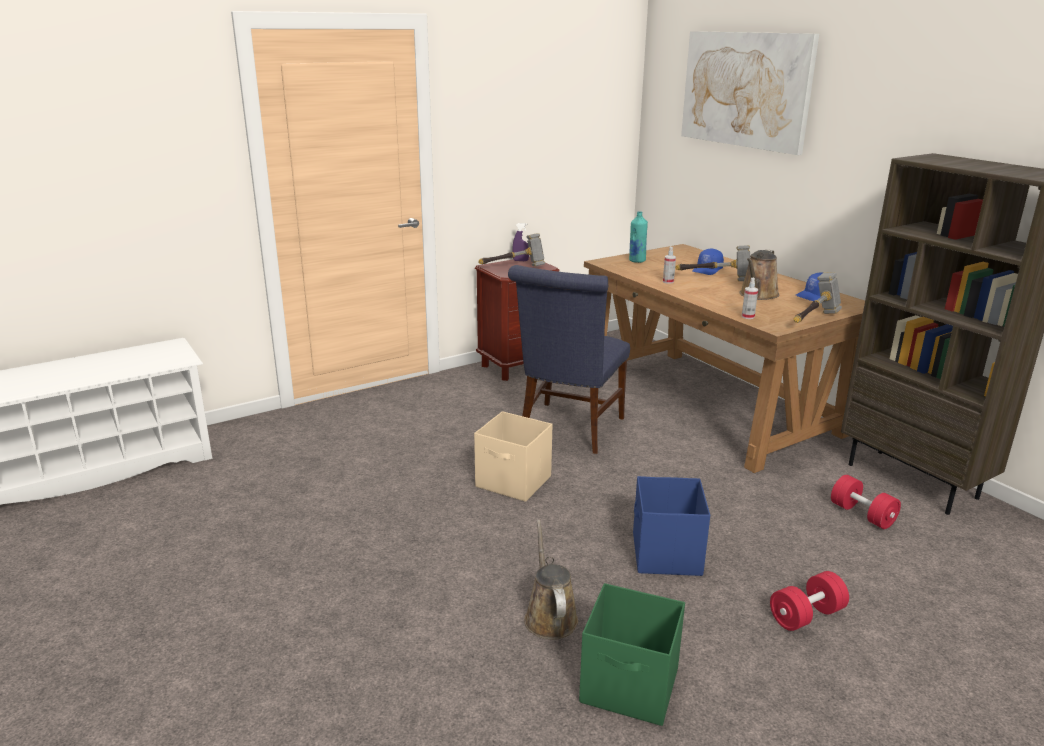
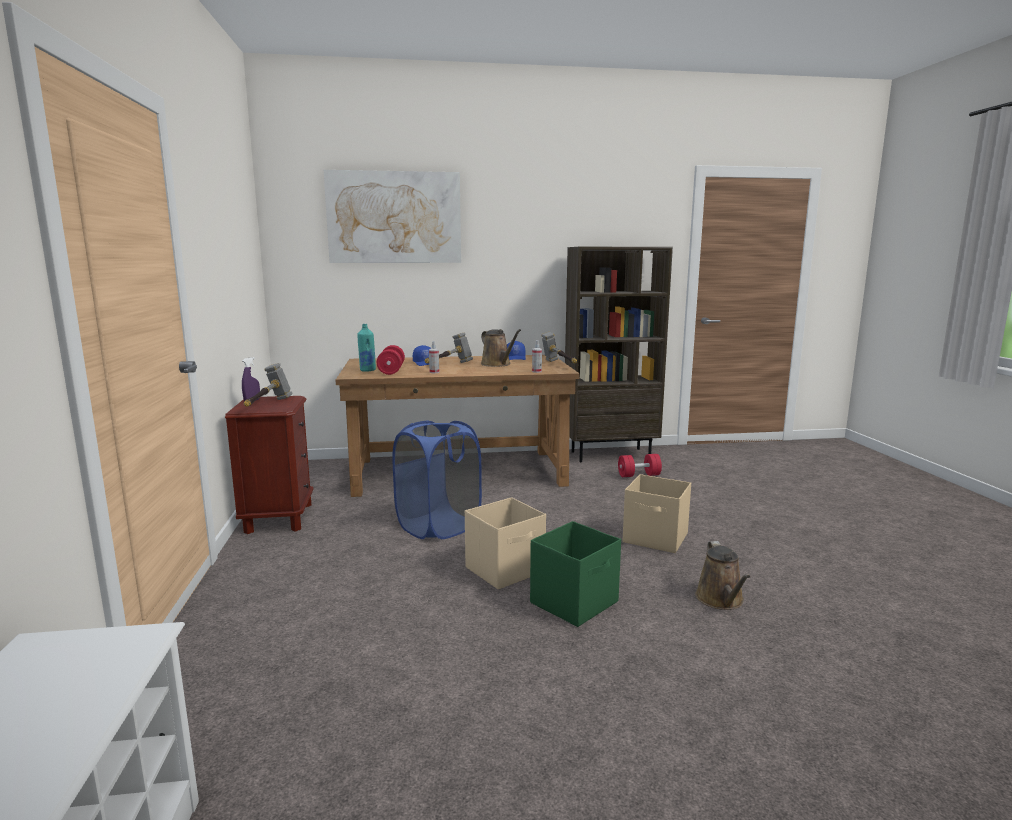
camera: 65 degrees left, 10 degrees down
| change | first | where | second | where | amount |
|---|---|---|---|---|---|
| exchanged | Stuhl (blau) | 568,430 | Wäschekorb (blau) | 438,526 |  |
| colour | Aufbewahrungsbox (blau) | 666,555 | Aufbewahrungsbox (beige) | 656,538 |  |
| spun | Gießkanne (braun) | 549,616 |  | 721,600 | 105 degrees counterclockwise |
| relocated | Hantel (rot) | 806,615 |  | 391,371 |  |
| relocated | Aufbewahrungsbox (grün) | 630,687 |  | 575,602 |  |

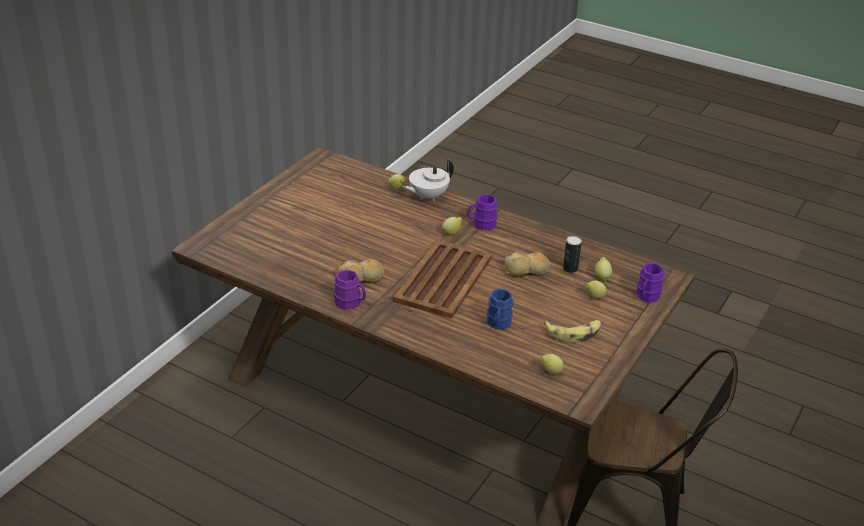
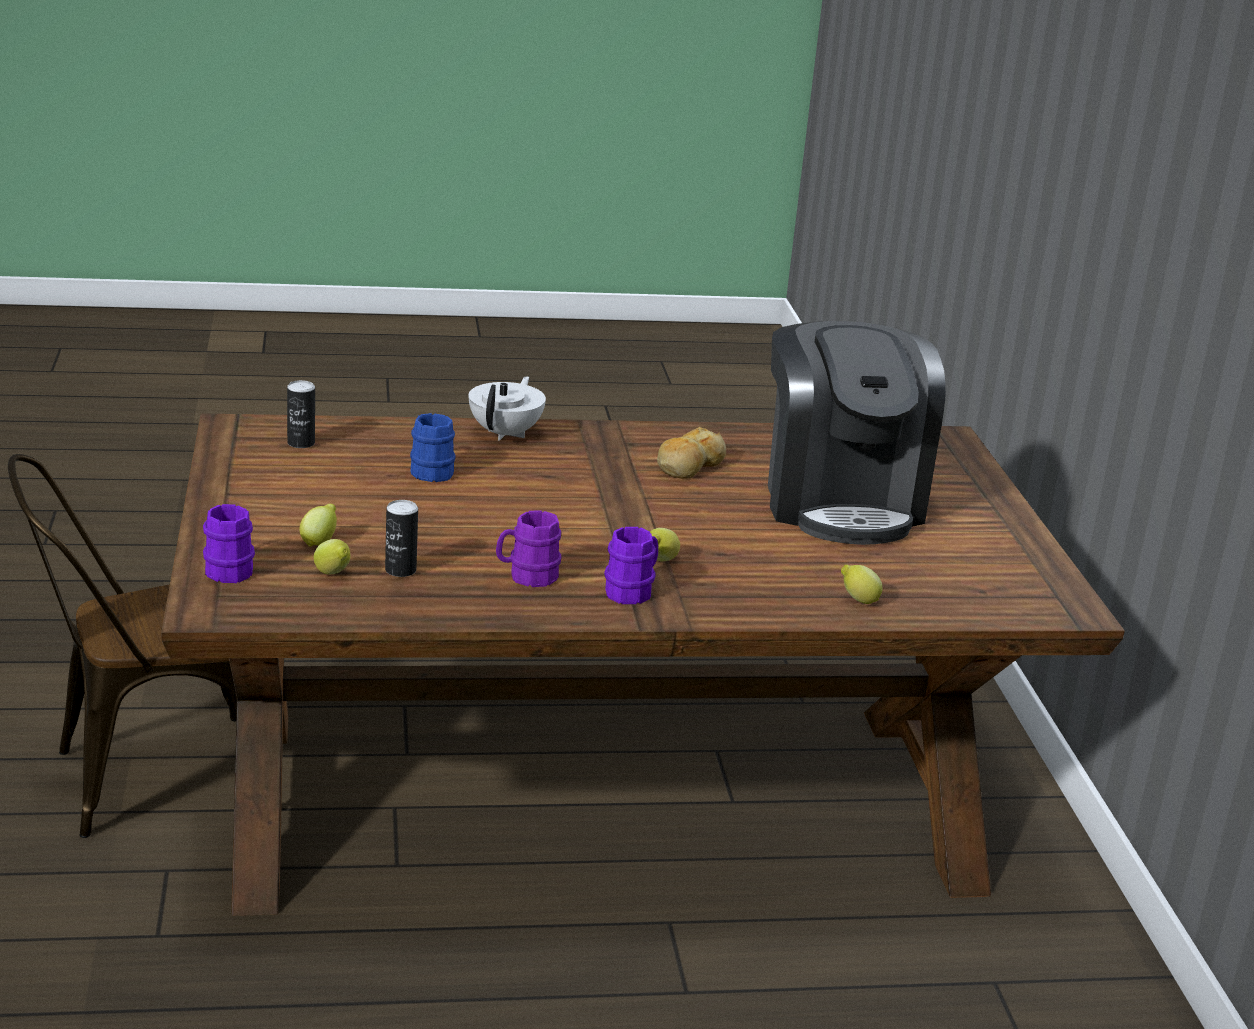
camera: 140 degrees right, 10 degrees down
| change | first | where | second | where | amount |
|---|---|---|---|---|---|
| relocated | Teekanne (weiß) | 428,196 |  | 506,433 |  |
| missing | Tablett (braun) | 444,279 |  |  |  |
| missing | Brot | 526,270 |  |  |  |
| relocated | Henkelbecher (lila) | 350,303 |  | 527,576 |  |
| missing | Banane | 574,333 |  |  |  |
| exchanged | Zitrone | 550,371 | Dose | 301,443 |  |
| appeared |  |  | Kaffeemaschine | 840,501 |  |

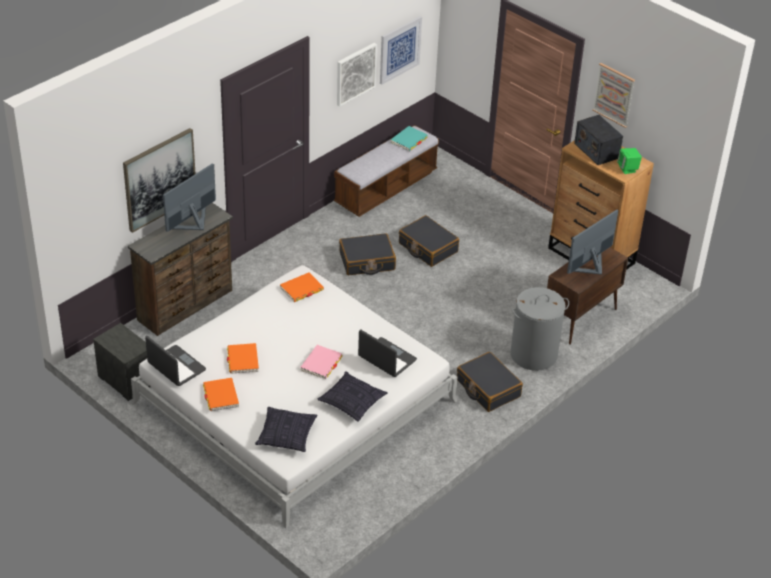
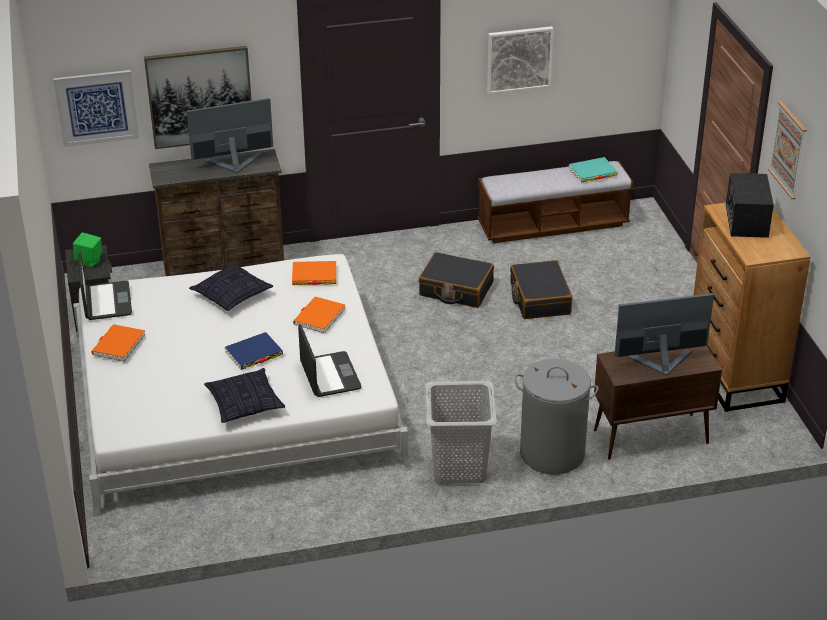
camera: 35 degrees right, 5 degrees down
| change | first | where | second | where | amount |
|---|---|---|---|---|---|
| relocated | Bild | 399,49 |  | 96,107 |  |
| relocated | Lautsprecher (grün) | 627,169 |  | 89,261 |  |
| relocated | Buch (orange) | 243,360 |  | 319,317 |  |
| colour | Buch (rosa) | 321,363 | Buch (blau) | 254,353 |  |
| exchanged | Koffer (schwarz) | 488,388 | Wäschekorb (grau) | 459,468 |  |
| relocated | Kissen | 286,436 |  | 231,296 |  |

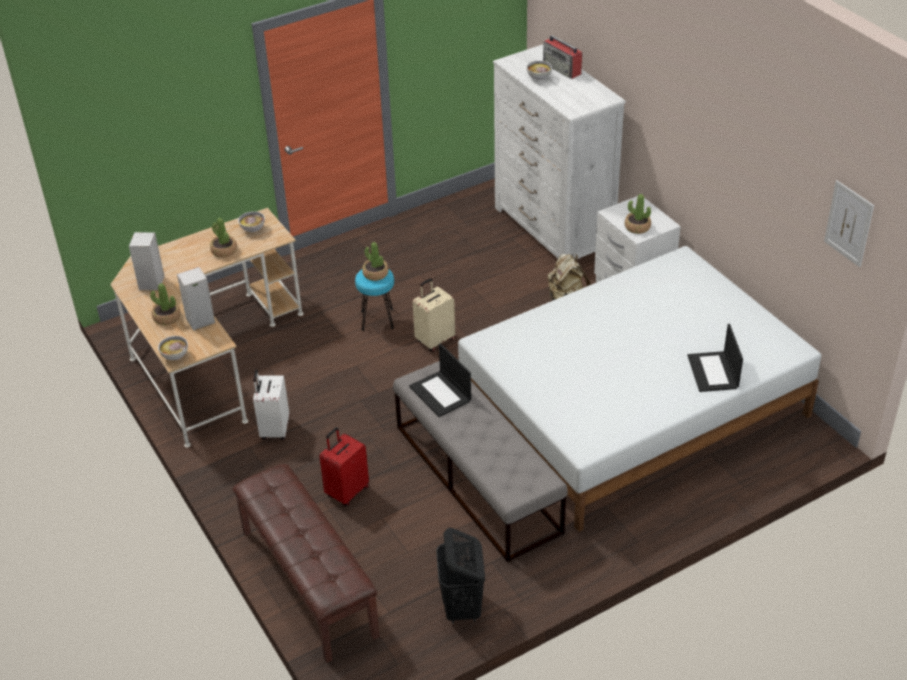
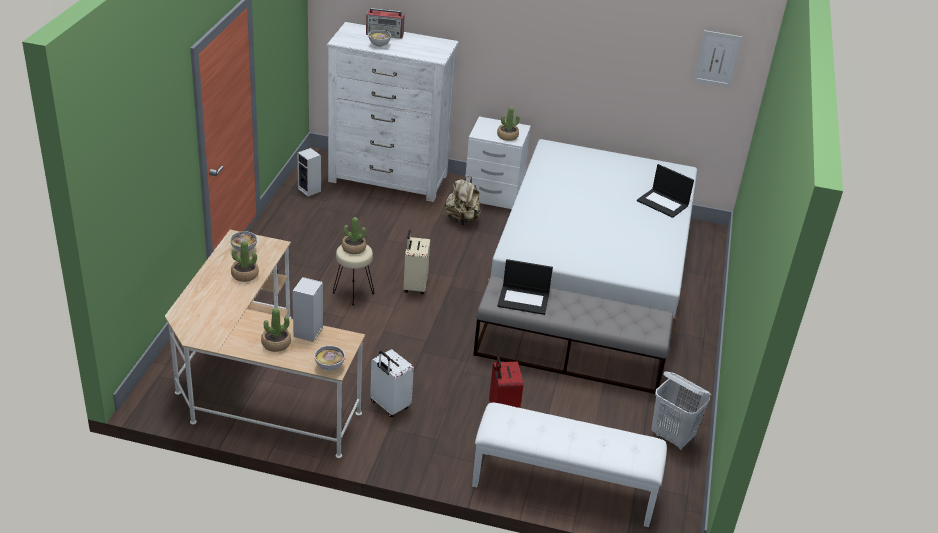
camera: 50 degrees left, 5 degrees down
| change | first | where | second | where | amount |
|---|---|---|---|---|---|
| relocated | Lautsprecher | 152,284 |  | 310,190 |  |
| colour | Hocker (türkis) | 378,319 | Hocker (beige) | 353,293 |  |
| colour | Bank (braun) | 307,582 | Bank (weiß) | 563,488 |  |
| colour | Wäschekorb (schwarz) | 462,607 | Wäschekorb (weiß) | 672,437 |  |

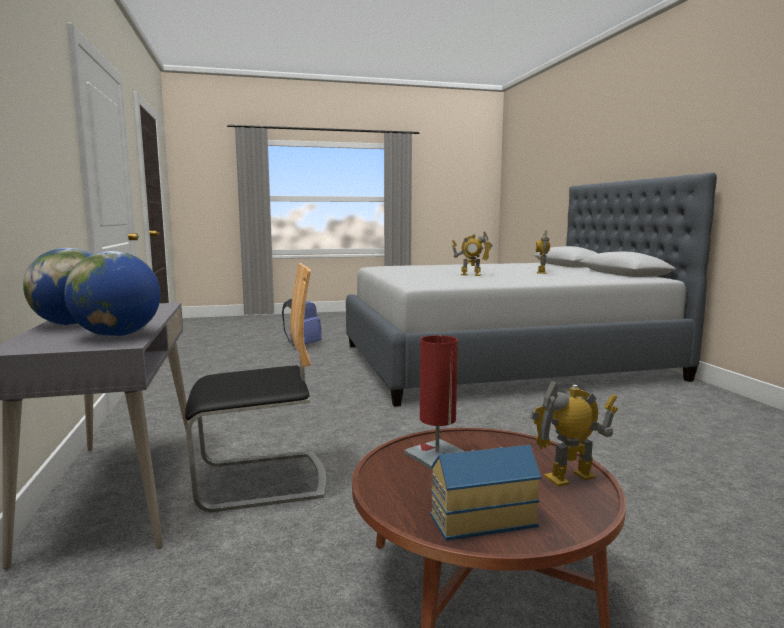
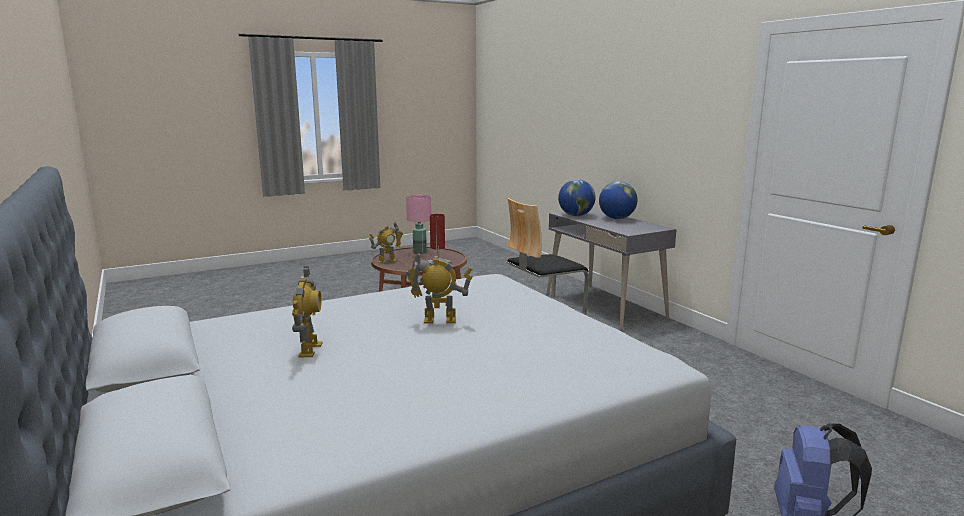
camera: 165 degrees right, 5 degrees up
| change | first | where | second | where | amount |
|---|---|---|---|---|---|
| exchanged | Spielzeughaus | 480,517 | Tischlampe (rosa) | 420,252 |  |

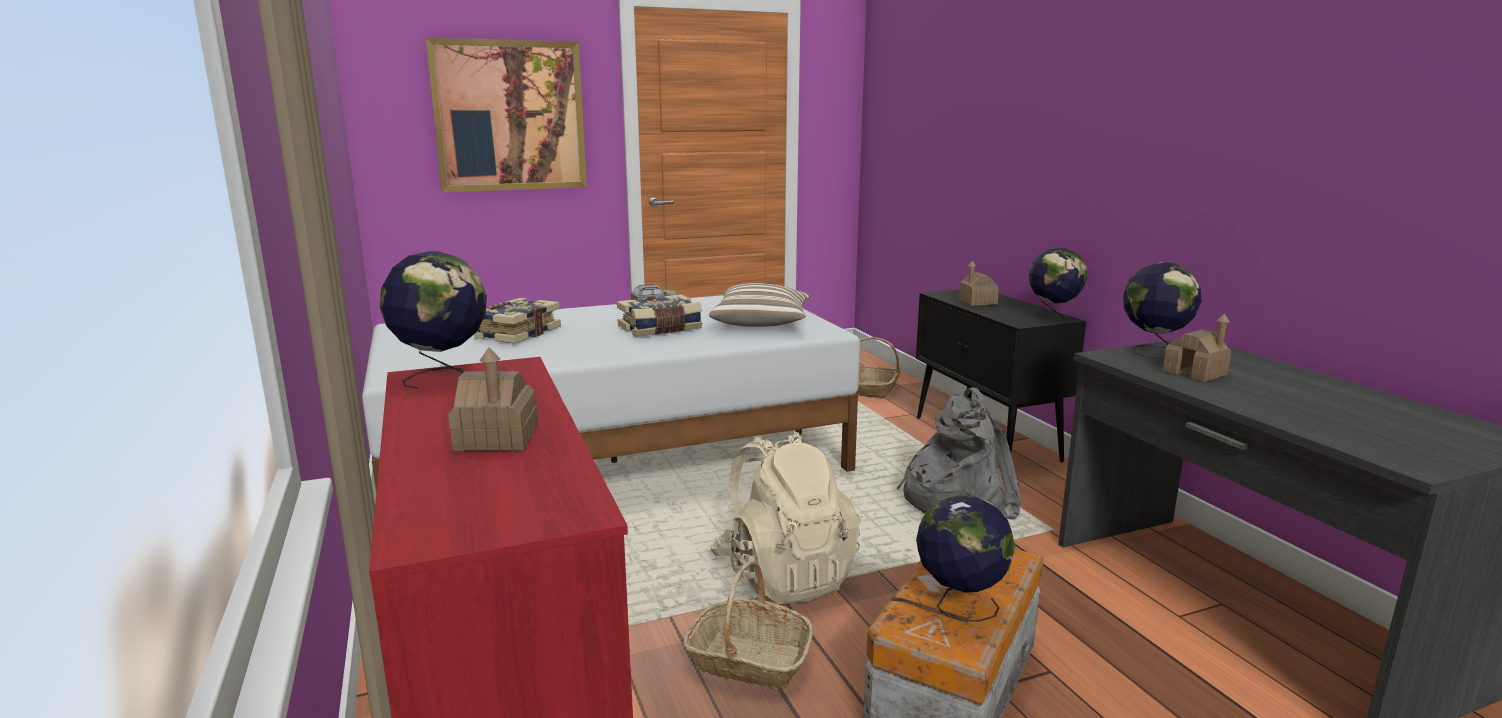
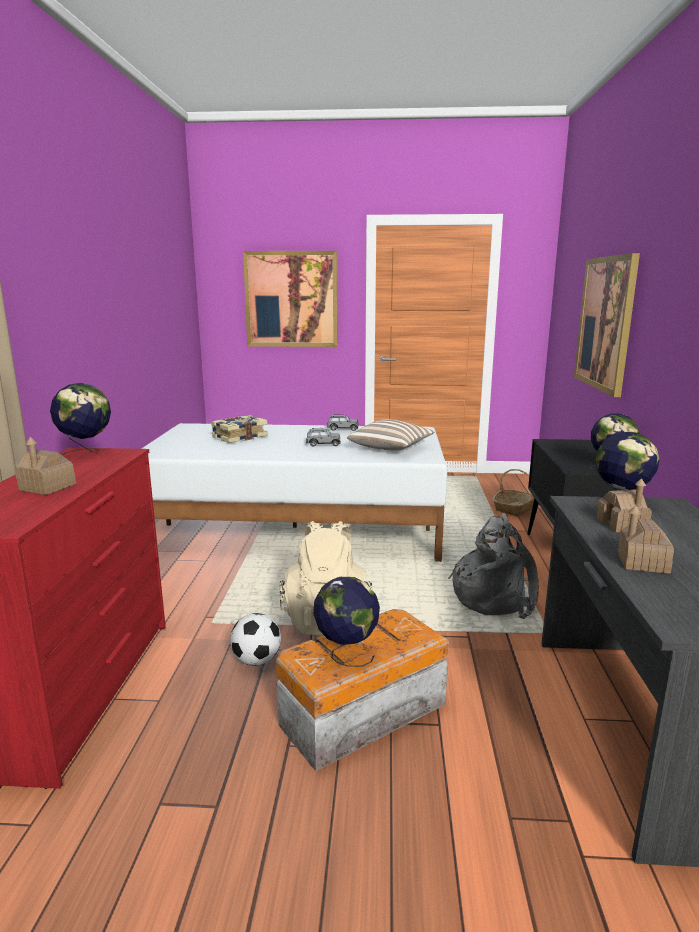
camera: 25 degrees right, 0 degrees up
| change | first | where | second | where | amount |
|---|---|---|---|---|---|
| relocated | Spielzeughaus | 977,302 |  | 642,562 |  |
| exchanged | Buch | 660,329 | Spielzeugauto (grau) | 323,444 |  |
| exchanged | Korb | 748,660 | Fußball | 256,660 |  |
| appeared |  |  | Bild | 605,323 |  |

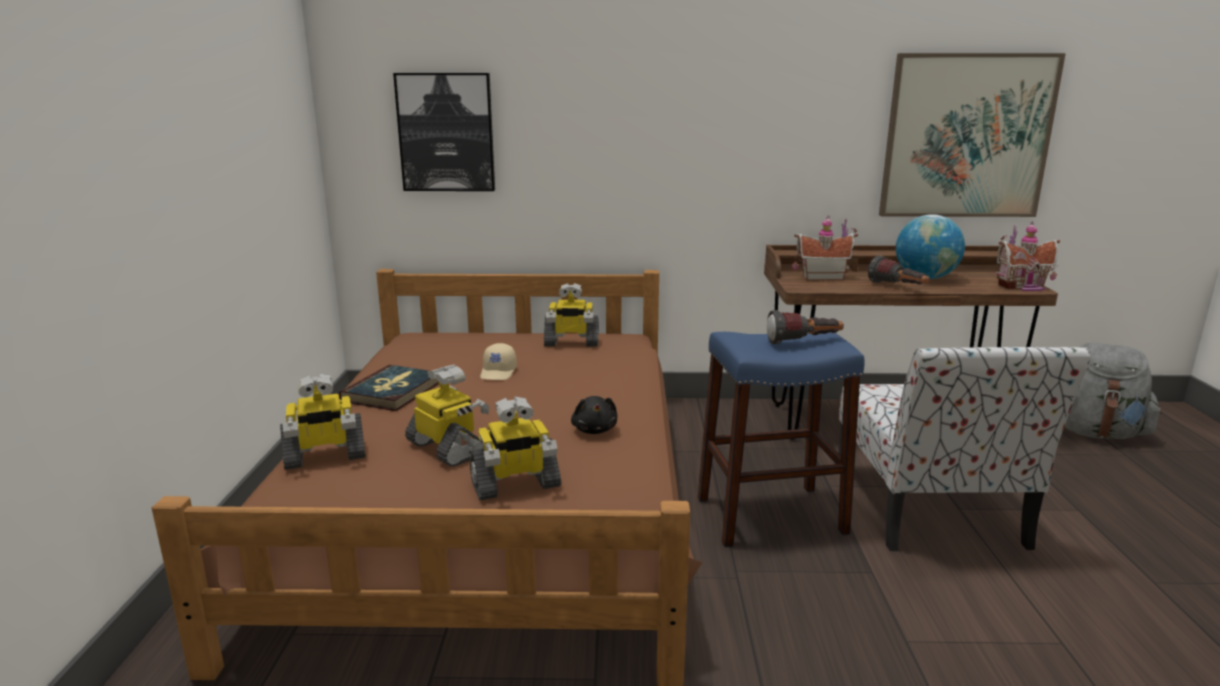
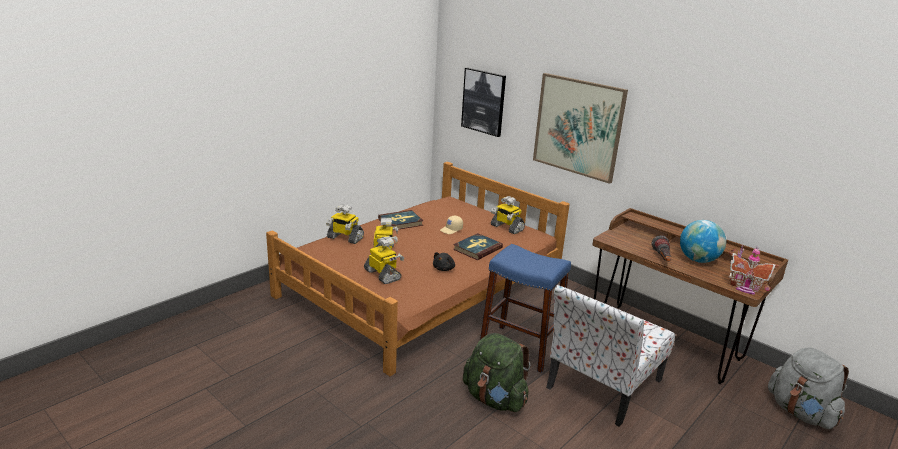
camera: 40 degrees right, 5 degrees up
| change | first | where | second | where | amount |
|---|---|---|---|---|---|
| relocated | Bild | 966,137 |  | 578,127 |  |
| missing | Spielzeughaus | 821,277 |  |  |  |
| missing | Taschenlampe | 803,343 |  |  |  |
| spun | Spielzeugroboter | 515,485 |  | 383,275 | 150 degrees counterclockwise |
| appeared |  |  | Buch | 477,248 |  |
| appeared |  |  | Rucksack (grün) | 495,399 |  |

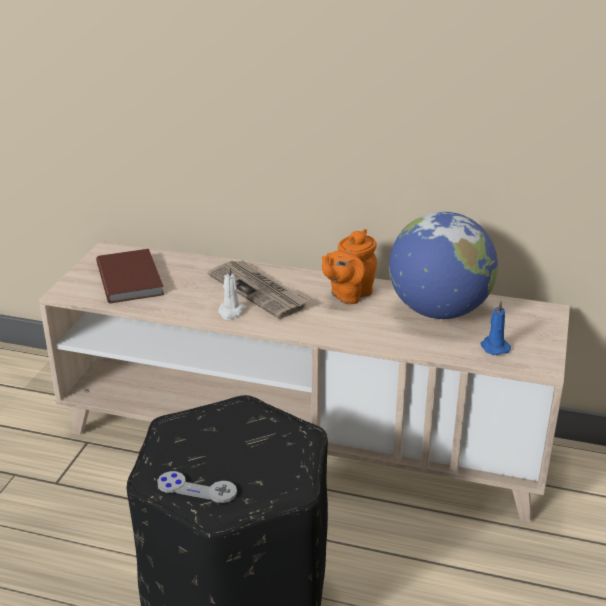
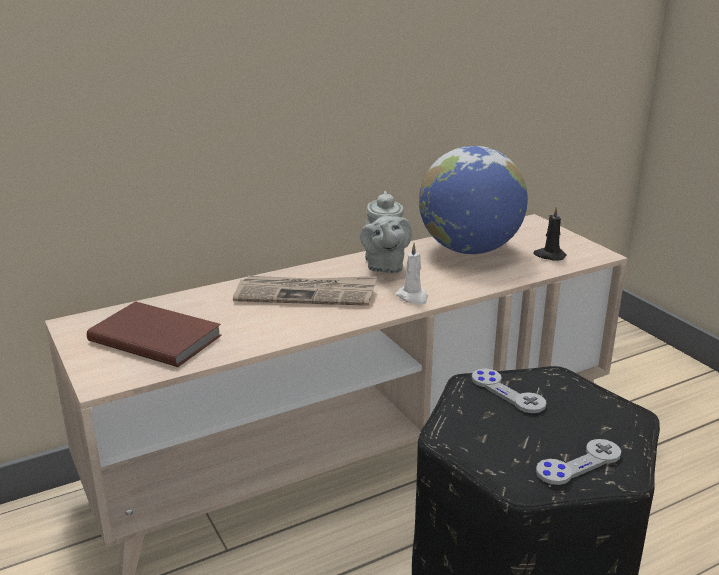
camera: 45 degrees left, 5 degrees down
| change | first | where | second | where | amount |
|---|---|---|---|---|---|
| colour | Teekanne (orange) | 348,295 | Teekanne (grau) | 384,266 |  |
| relocated | Kerze (weiß) | 231,312 |  | 413,297 |  |
| colour | Kerze (blau) | 494,347 | Kerze (schwarz) | 549,256 |  |
| appeared |  |  | Gamepad (grau) | 507,392 |  |

